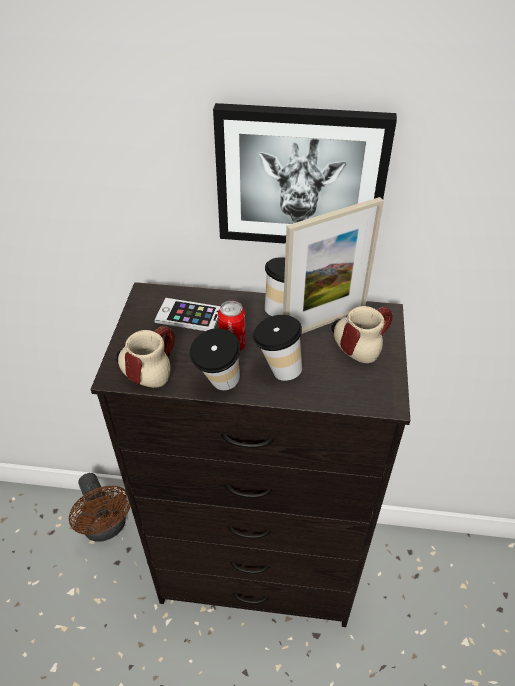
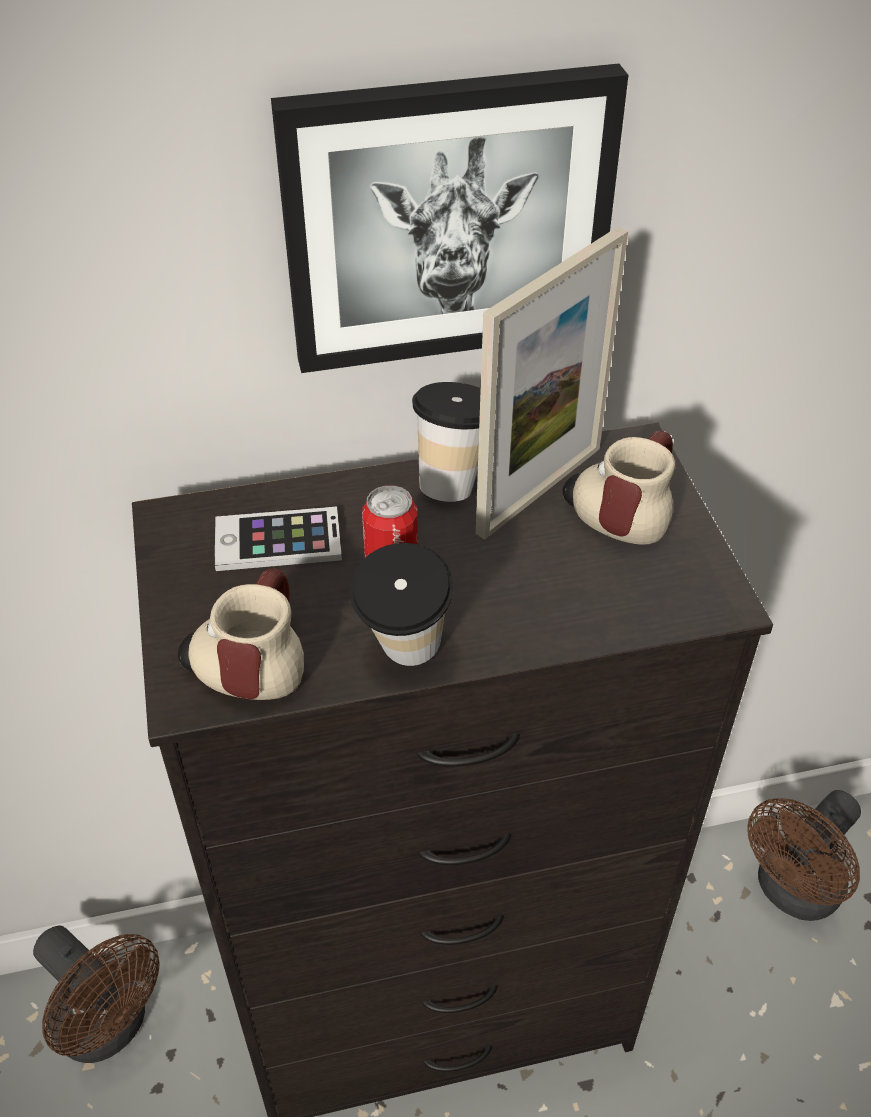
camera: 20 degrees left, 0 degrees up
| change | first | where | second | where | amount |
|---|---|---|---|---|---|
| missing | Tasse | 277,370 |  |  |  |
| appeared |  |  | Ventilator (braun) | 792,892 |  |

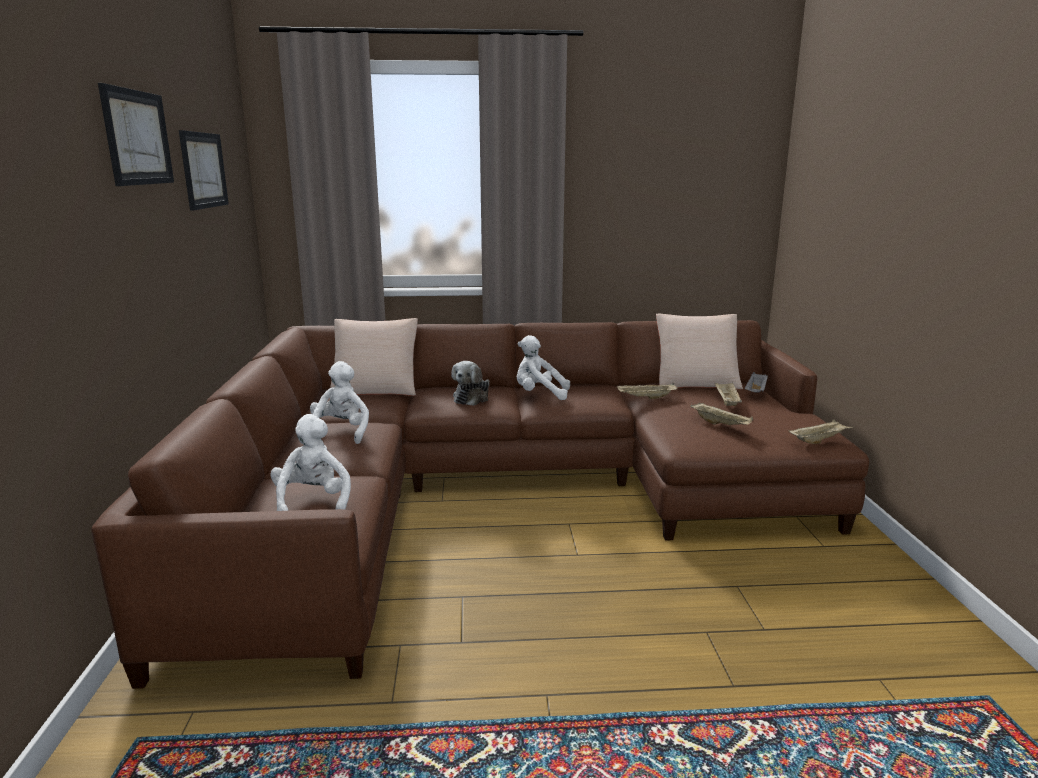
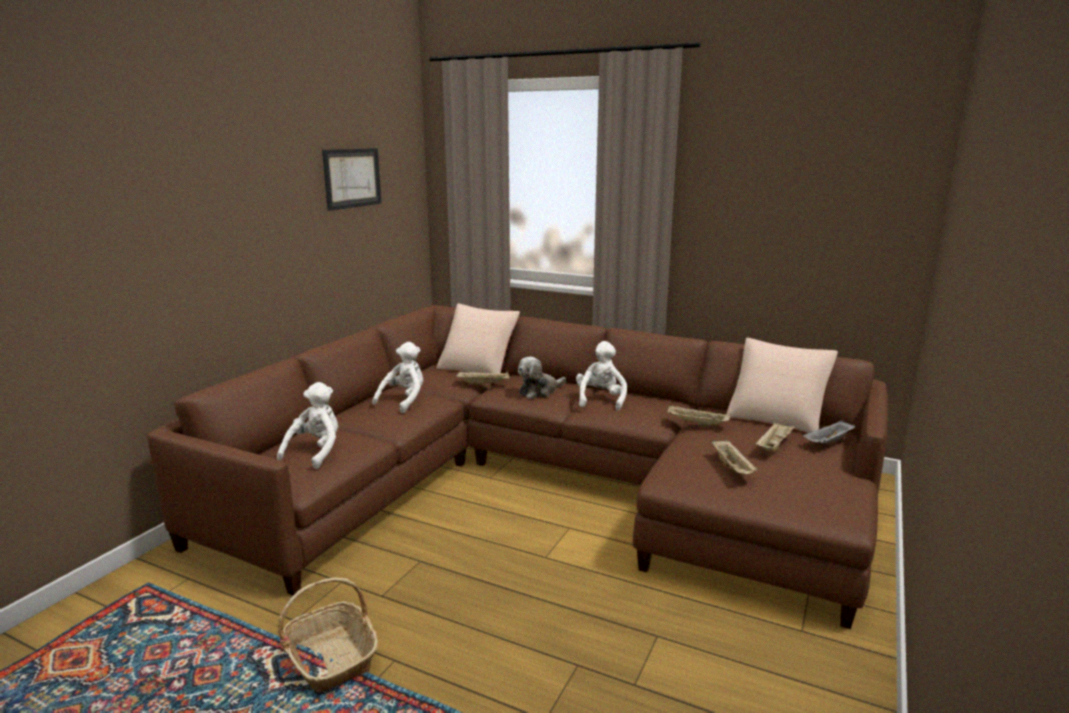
camera: 30 degrees right, 0 degrees up
| change | first | where | second | where | amount |
|---|---|---|---|---|---|
| missing | Bild | 137,137 |  |  |  |
| spun | Plüschtier (weiß) | 539,395 |  | 600,400 | 60 degrees clockwise |
| relocated | Tablett (beige) | 819,440 |  | 484,384 |  |
| appeared |  |  | Korb | 331,657 |  |

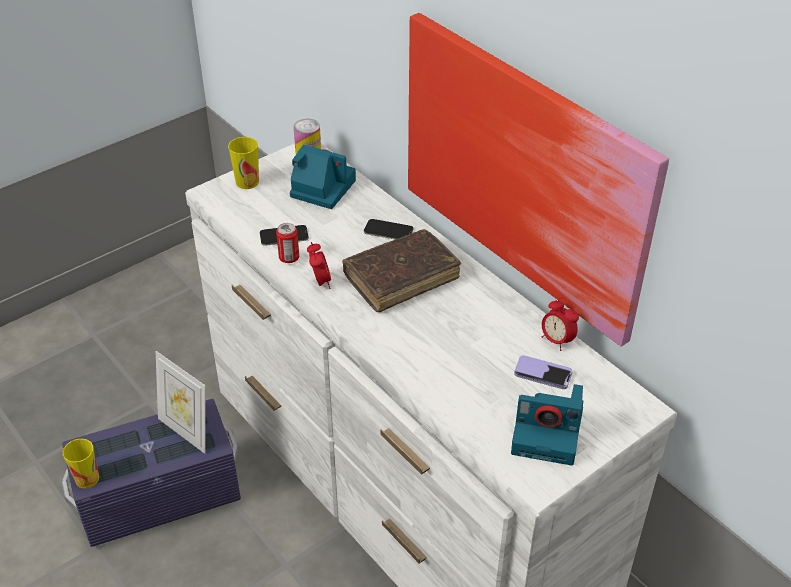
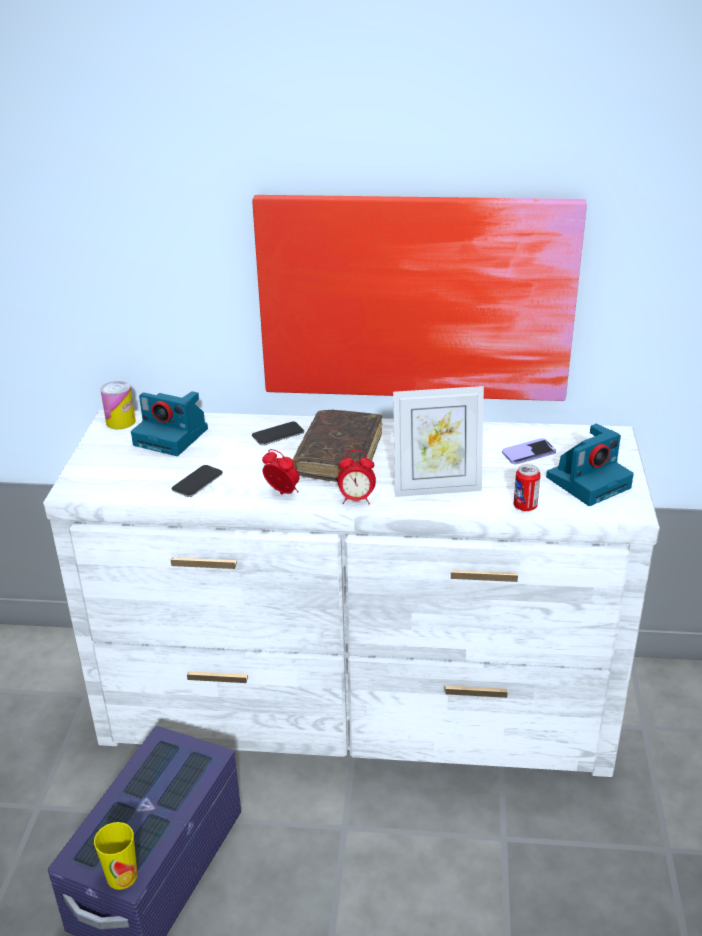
camera: 45 degrees left, 10 degrees down
| change | first | where | second | where | amount |
|---|---|---|---|---|---|
| missing | Tasse | 247,182 |  |  |  |
| spun | Kamera | 321,188 |  | 172,437 | 135 degrees counterclockwise |
| relocated | Dose | 289,258 |  | 525,506 |  |
| relocated | Wecker | 556,340 |  | 356,500 |  |
| relocated | Bilderrahmen | 186,431 |  | 436,488 |  |

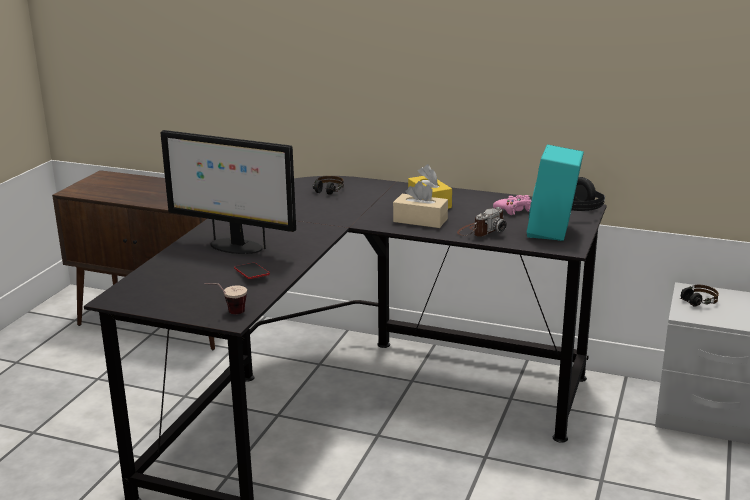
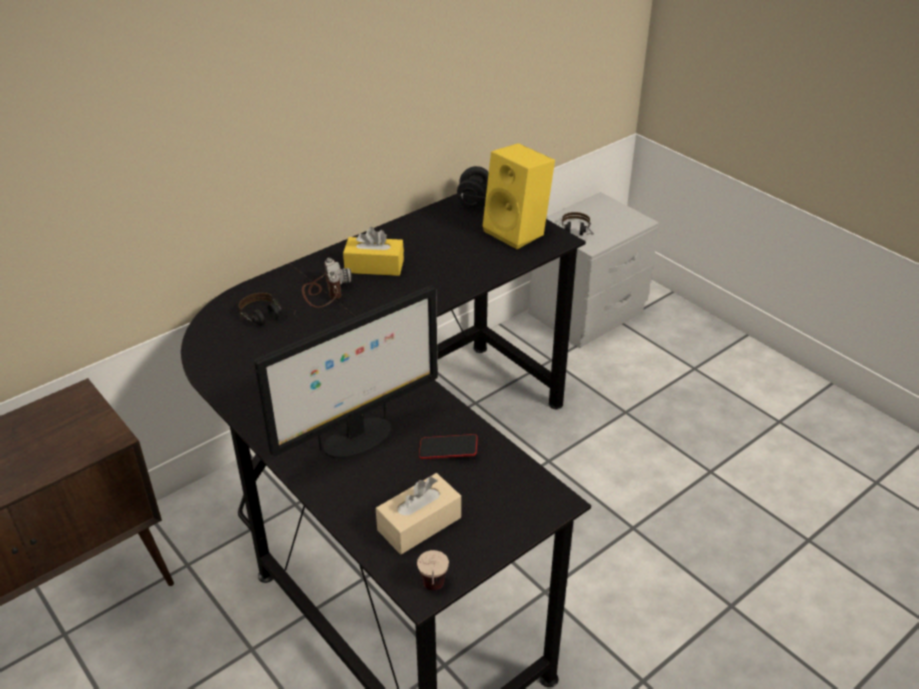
camera: 60 degrees left, 15 degrees up
| change | first | where | second | where | amount |
|---|---|---|---|---|---|
| colour | Lautsprecher (türkis) | 553,232 | Lautsprecher (gelb) | 518,232 |  |
| relocated | Taschentuchbox (beige) | 420,220 |  | 419,524 |  |
| missing | Gamepad (rosa) | 514,210 |  |  |  |
| relocated | Kamera | 481,231 |  | 324,291 |  |
| relocated | Tasse | 227,313 |  | 433,593 |  |

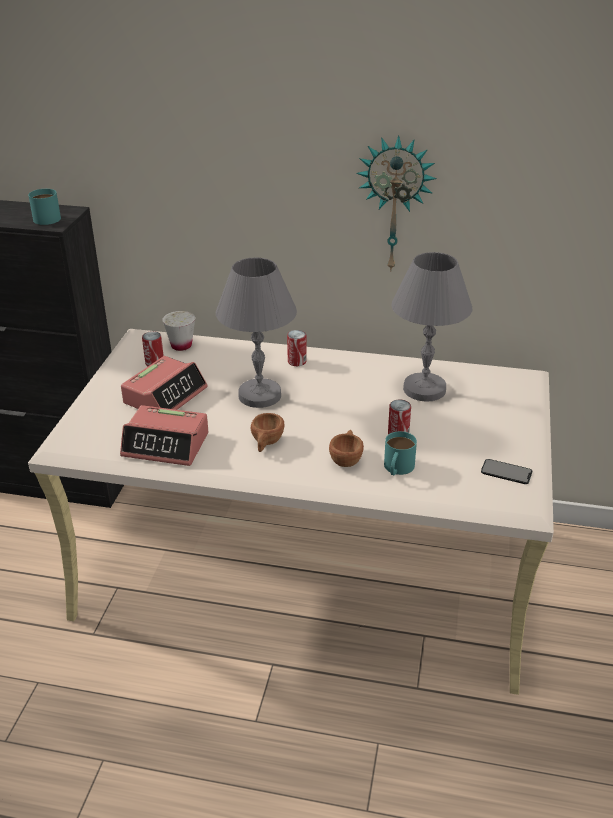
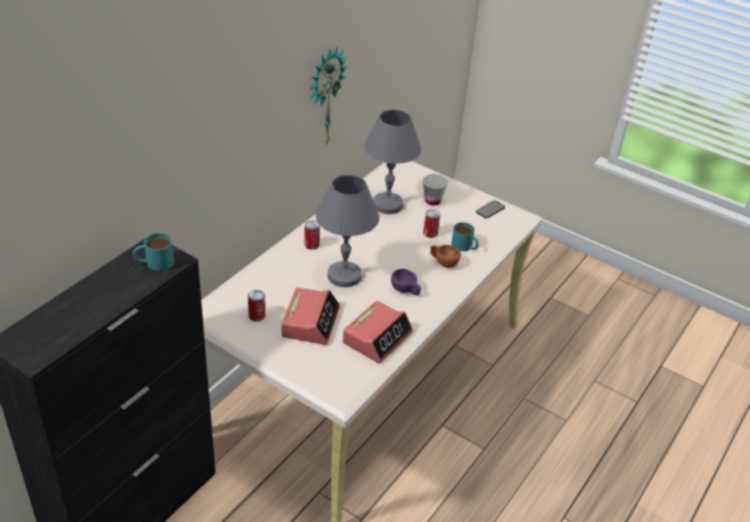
camera: 70 degrees left, 5 degrees up
| change | first | where | second | where | amount |
|---|---|---|---|---|---|
| relocated | Tasse (weiß) | 181,346 |  | 432,201 |  |
| spun | Wecker | 165,395 |  | 310,322 | 45 degrees clockwise |
| colour | Tasse (braun) | 266,443 | Tasse (lila) | 405,290 |  |

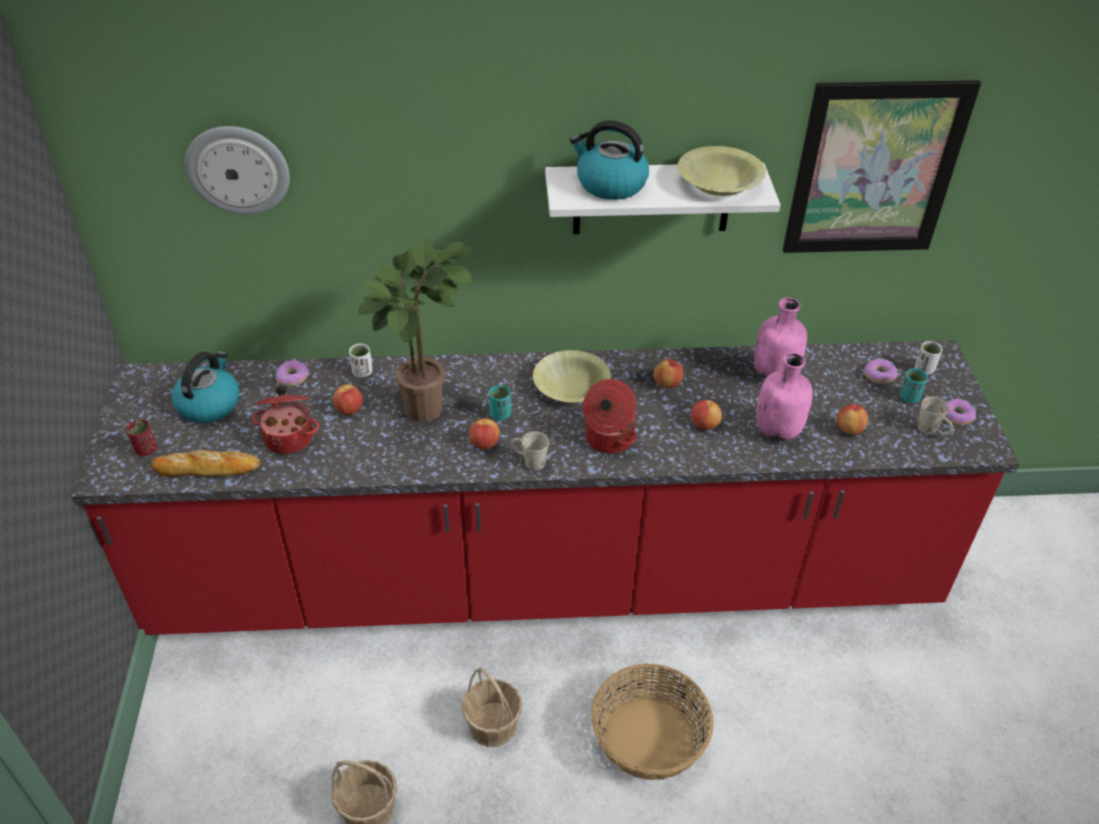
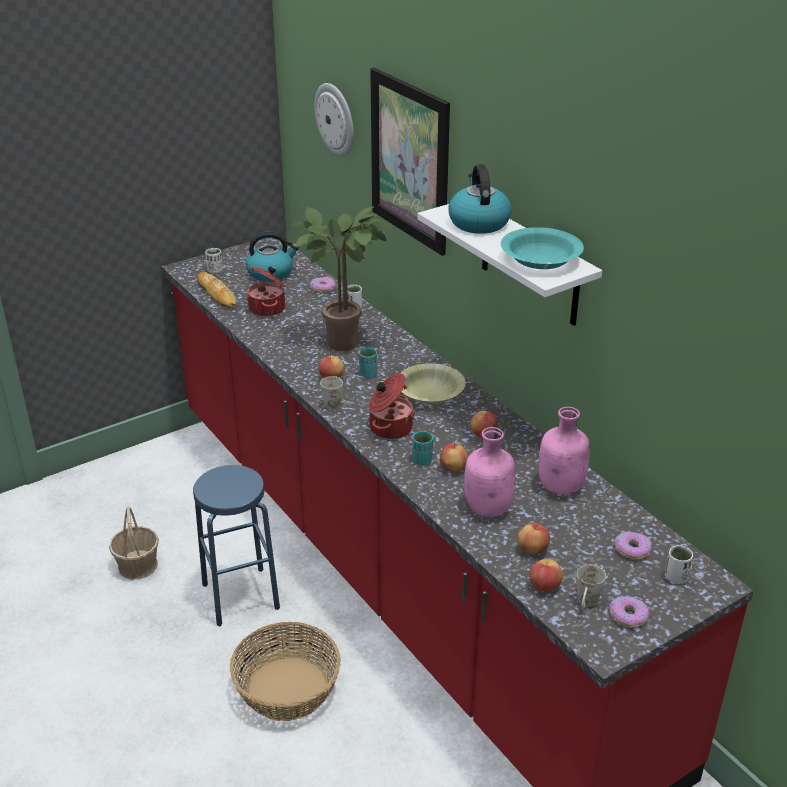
camera: 60 degrees right, 10 degrees down
| change | first | where | second | where | amount |
|---|---|---|---|---|---|
| relocated | Bild | 875,169 |  | 410,160 |  |
| colour | Schüssel (gelb) | 719,183 | Schüssel (türkis) | 540,259 |  |
| relocated | Tasse (türkis) | 909,397 |  | 422,460 |  |
| relocated | Apfel | 349,410 |  | 544,587 |  |
| colour | Tasse (rot) | 146,450 | Tasse (weiß) | 215,271 |  |
| exchanged | Korb | 493,724 | Hocker (blau) | 241,596 |  |

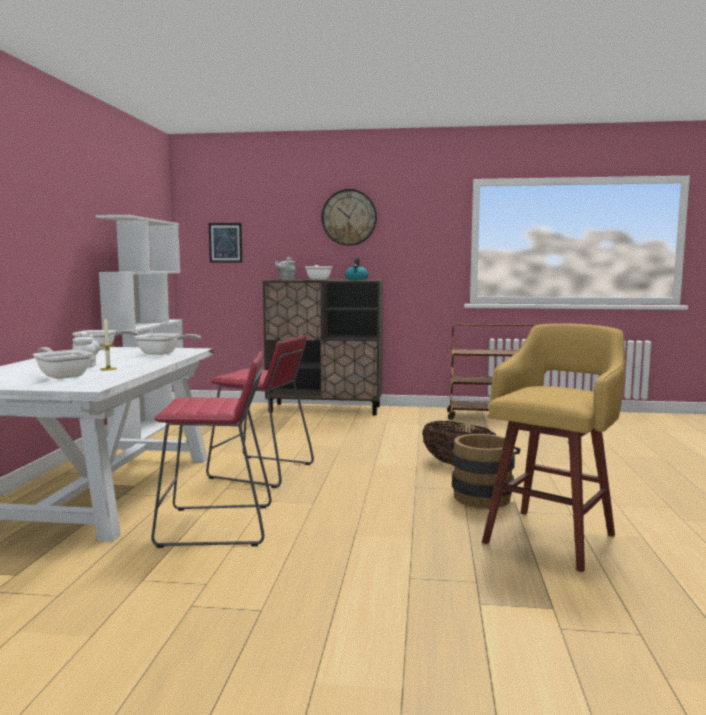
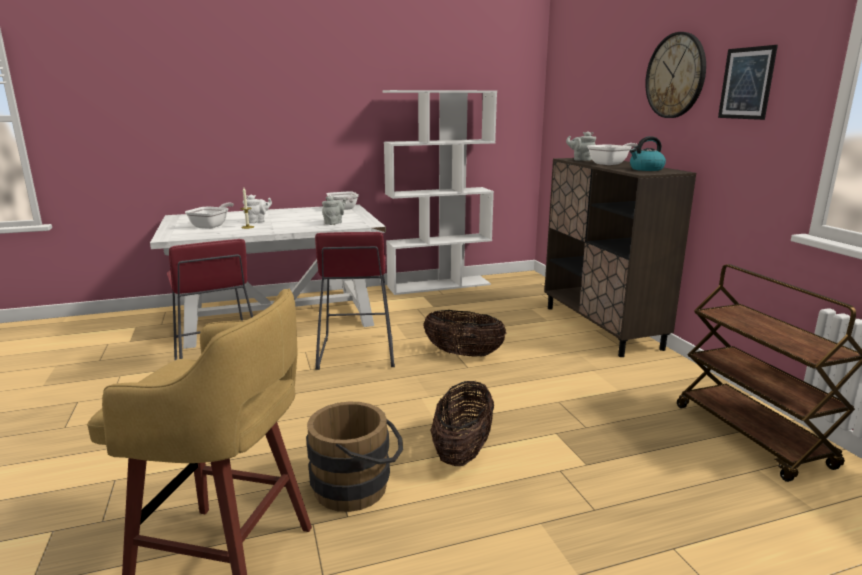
camera: 65 degrees right, 10 degrees up
| change | first | where | second | where | amount |
|---|---|---|---|---|---|
| relocated | Bild | 225,242 |  | 746,83 |  |
| exchanged | Pfanne | 163,354 | Teekanne (grau) | 334,223 |  |
| appeared |  |  | Korb | 463,354 |  |

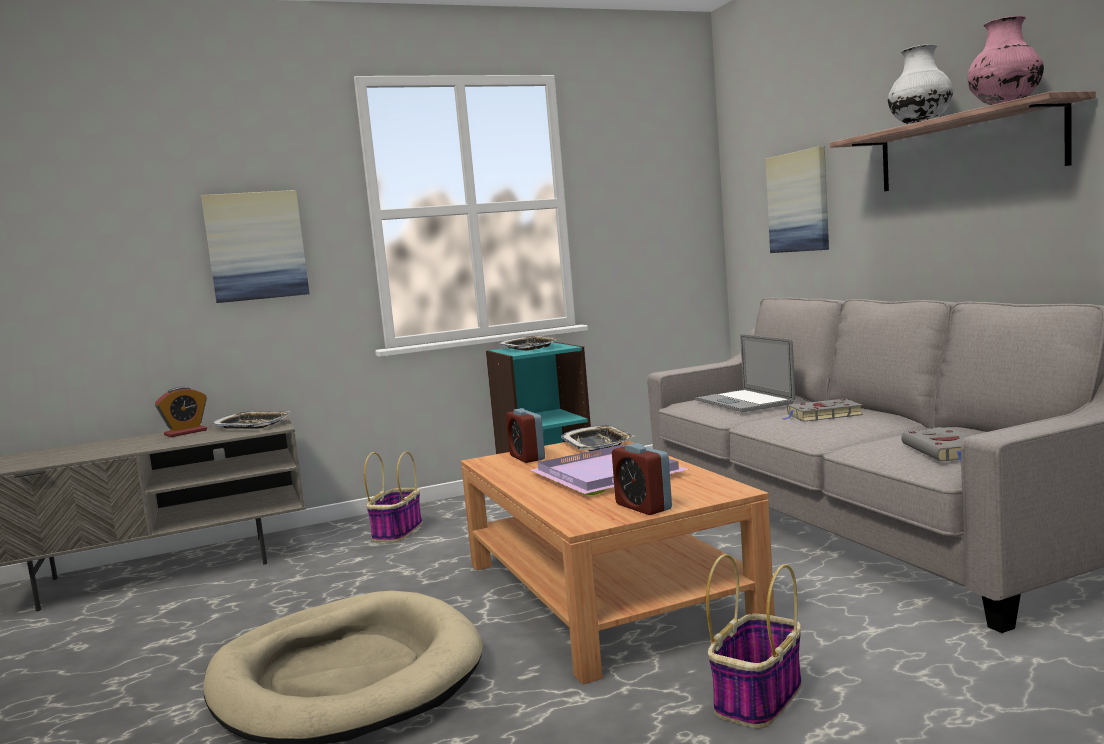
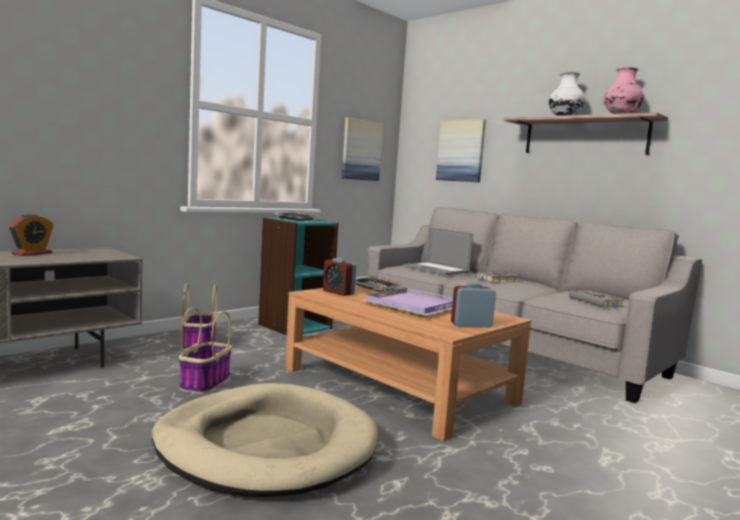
camera: 25 degrees left, 0 degrees up
| change | first | where | second | where | amount |
|---|---|---|---|---|---|
| relocated | Bild | 256,246 |  | 361,150 |  |
| missing | Tablett | 252,425 |  |  |  |
| spun | Wecker | 643,507 |  | 471,325 | 135 degrees clockwise |
| relocated | Korb | 758,697 |  | 205,383 |  |

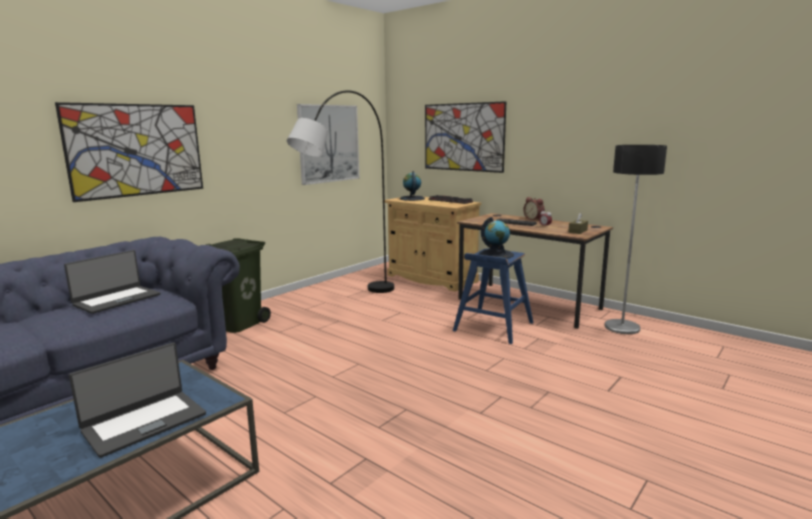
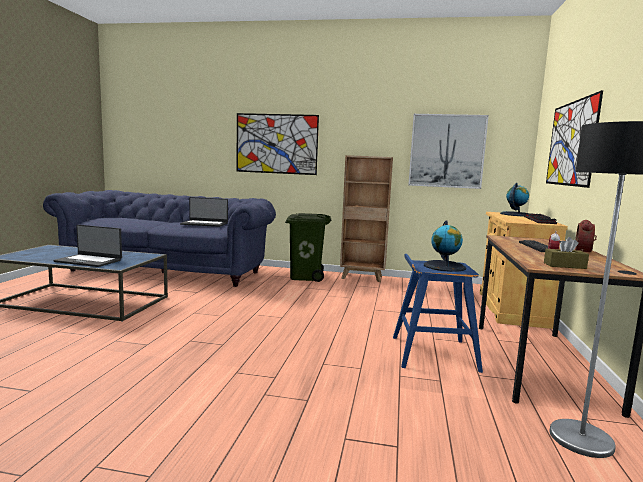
camera: 60 degrees right, 5 degrees down
| change | first | where | second | where | amount |
|---|---|---|---|---|---|
| missing | Stehlampe (grau) | 348,303 |  |  |  |
| appeared |  |  | Bücherregal (braun) | 362,277 |  |

